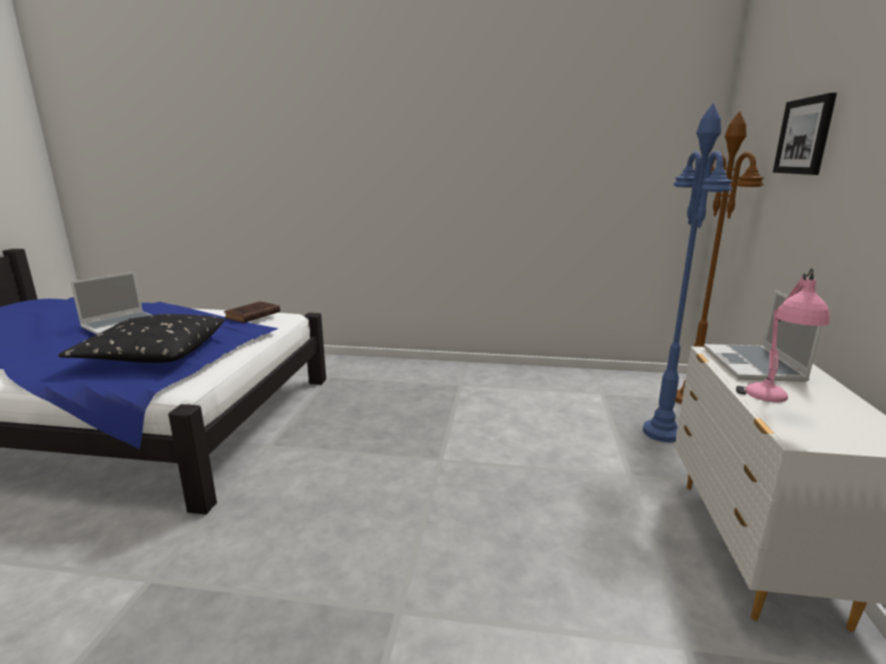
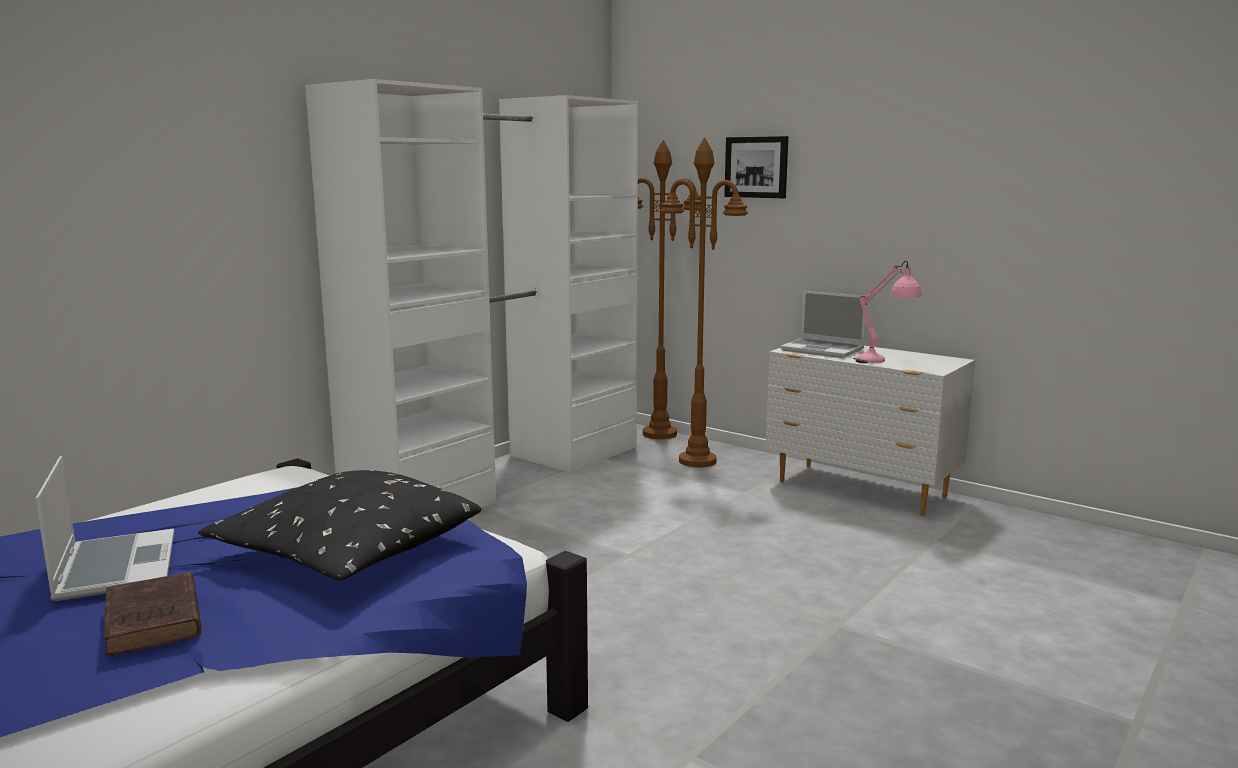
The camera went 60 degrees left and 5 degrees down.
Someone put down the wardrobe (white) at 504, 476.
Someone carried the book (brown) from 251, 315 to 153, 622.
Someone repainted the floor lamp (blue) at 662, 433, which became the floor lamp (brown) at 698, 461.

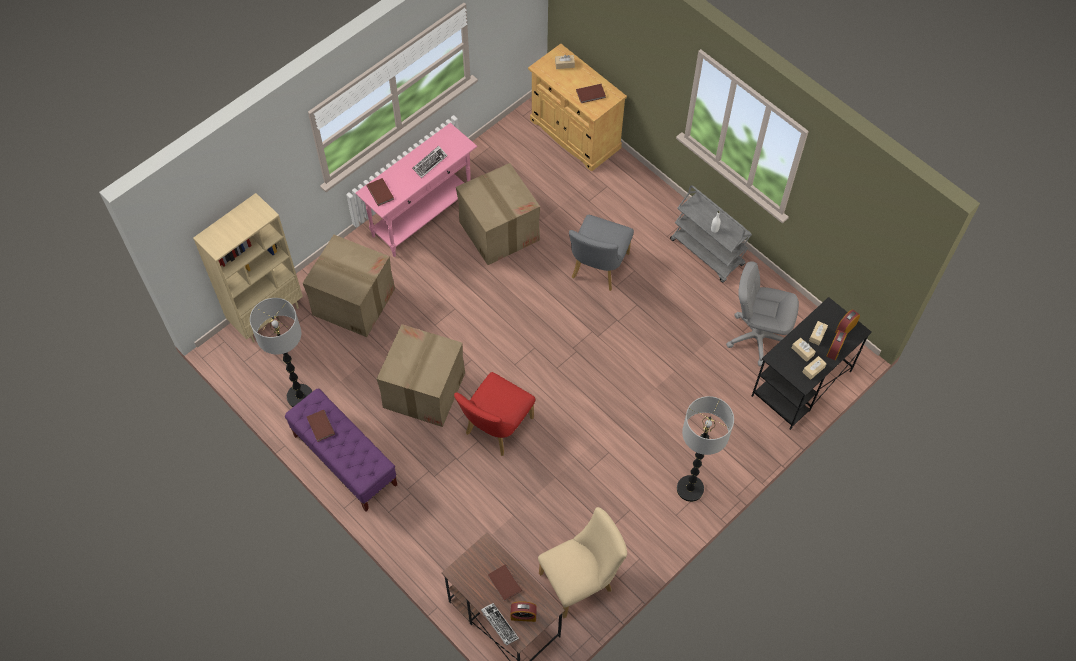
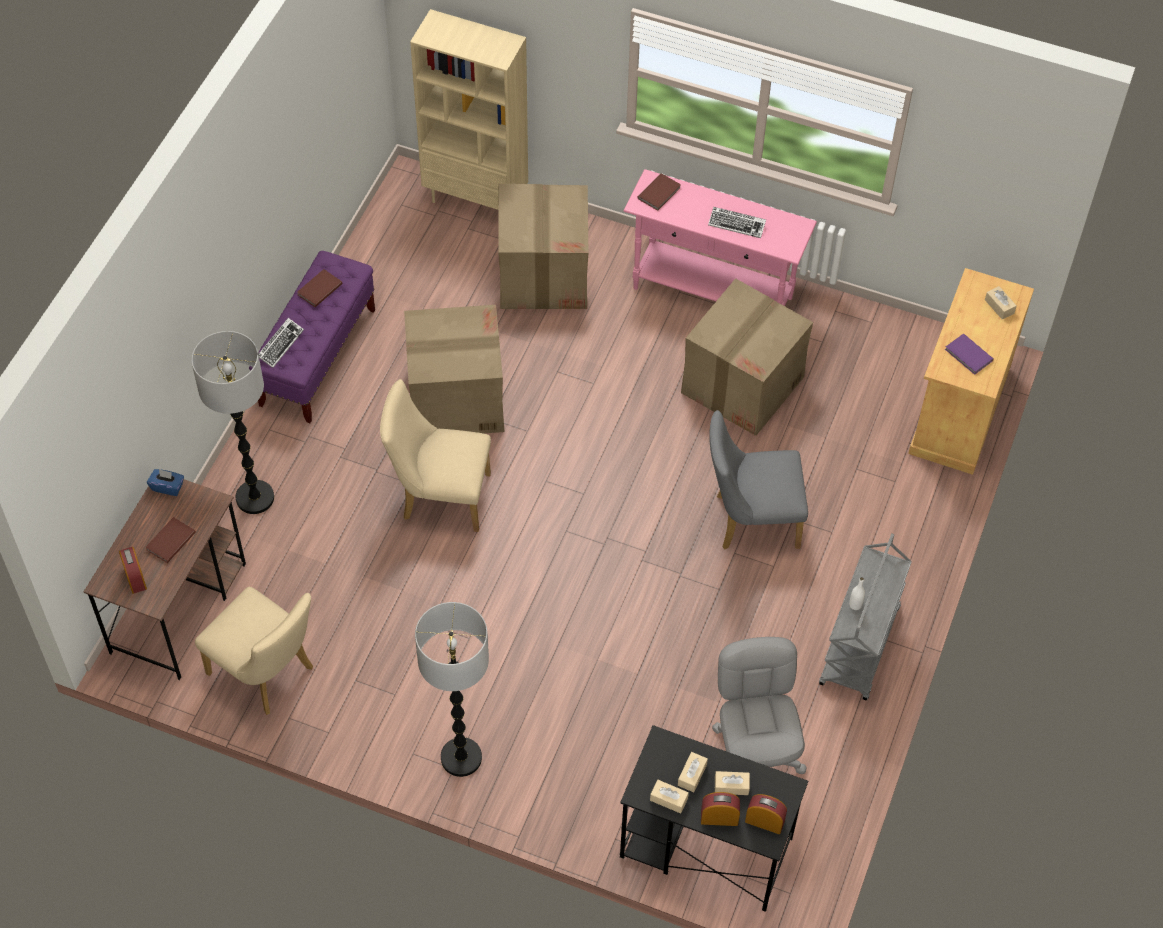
The camera went 65 degrees right and 5 degrees down.
Someone put down the tissue box (blue) at 167, 487.
Someone carried the floor lamp from 300, 396 to 255, 498.
Someone carried the keyboard from 499, 625 to 280, 345.
Someone repainted the chair (red) at 495, 429, which became the chair (beige) at 439, 496.
Someone repainted the book (brown) at 591, 94, which became the book (purple) at 968, 356.

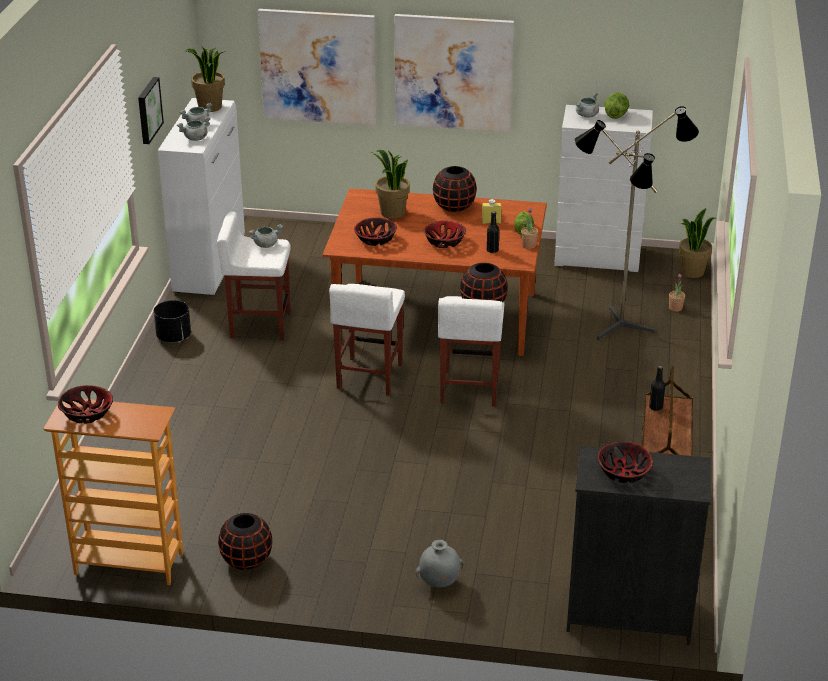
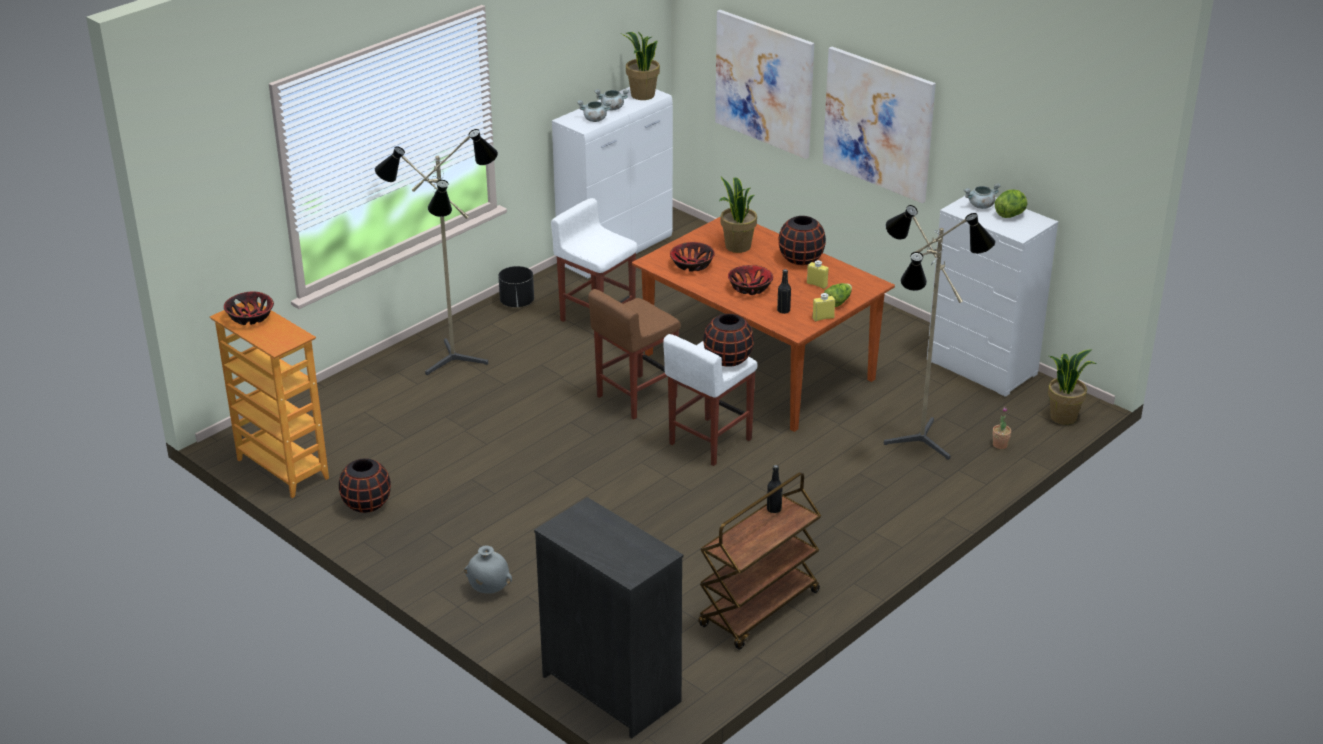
The camera went 35 degrees right and 0 degrees up.
Someone took away the picture at 148, 110.
Someone took away the cooking pot (grey) at 266, 244.
Someone took away the bowl at 624, 473.
Someone put down the floor lamp at 452, 364.
Someone swapped the potted plant at 528, 245 for the bottle (yellow) at 823, 318.
Someone repainted the stool (white) at 369, 377, which became the stool (brown) at 635, 397.

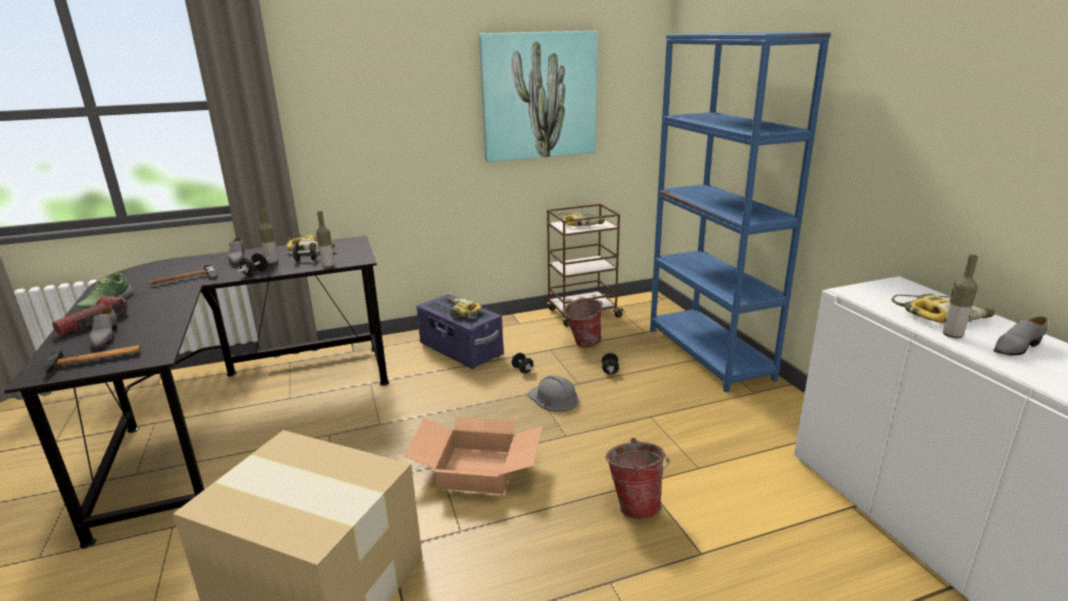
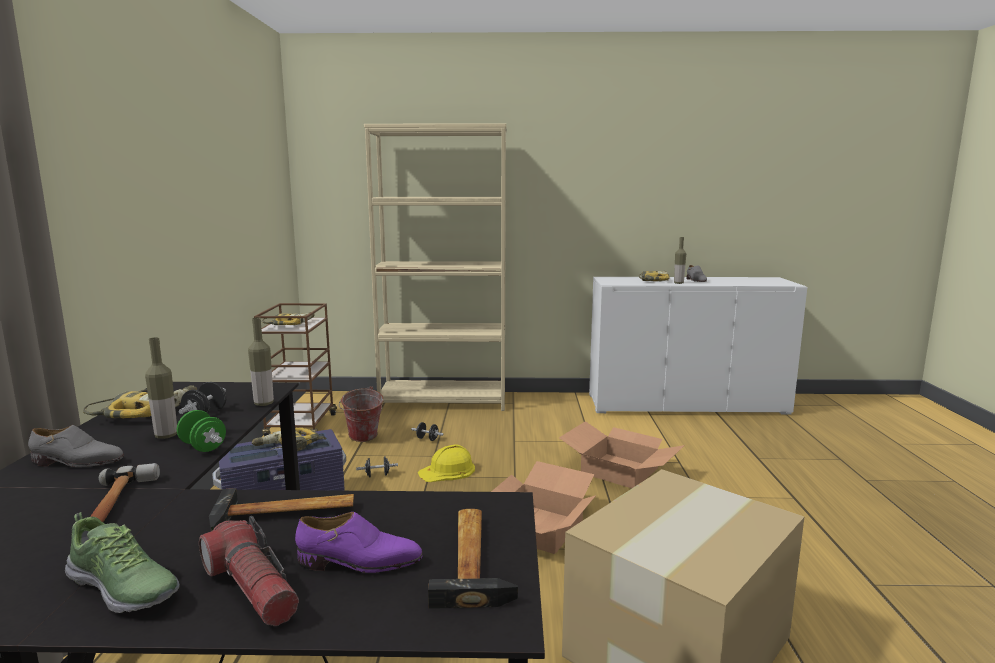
The camera went 70 degrees left and 10 degrees down.
Someone took away the picture at 539, 96.
Someone put down the hammer at 286, 515.
Someone swapped the bucket at 635, 504 for the cardboard box at 621, 470.
Someone repainted the shoe (grey) at 105, 337, which became the shoe (purple) at 359, 562.
Someone repainted the dumbbell (black) at 255, 273, which became the dumbbell (green) at 203, 447.
Someone repainted the hard hat (grey) at 553, 398, which became the hard hat (yellow) at 448, 471.
Someone repainted the bookcase (blue) at 709, 353, which became the bookcase (beige) at 444, 401.

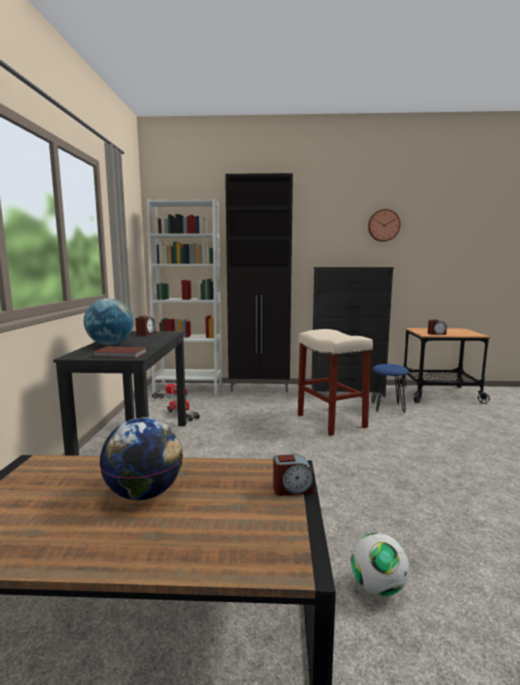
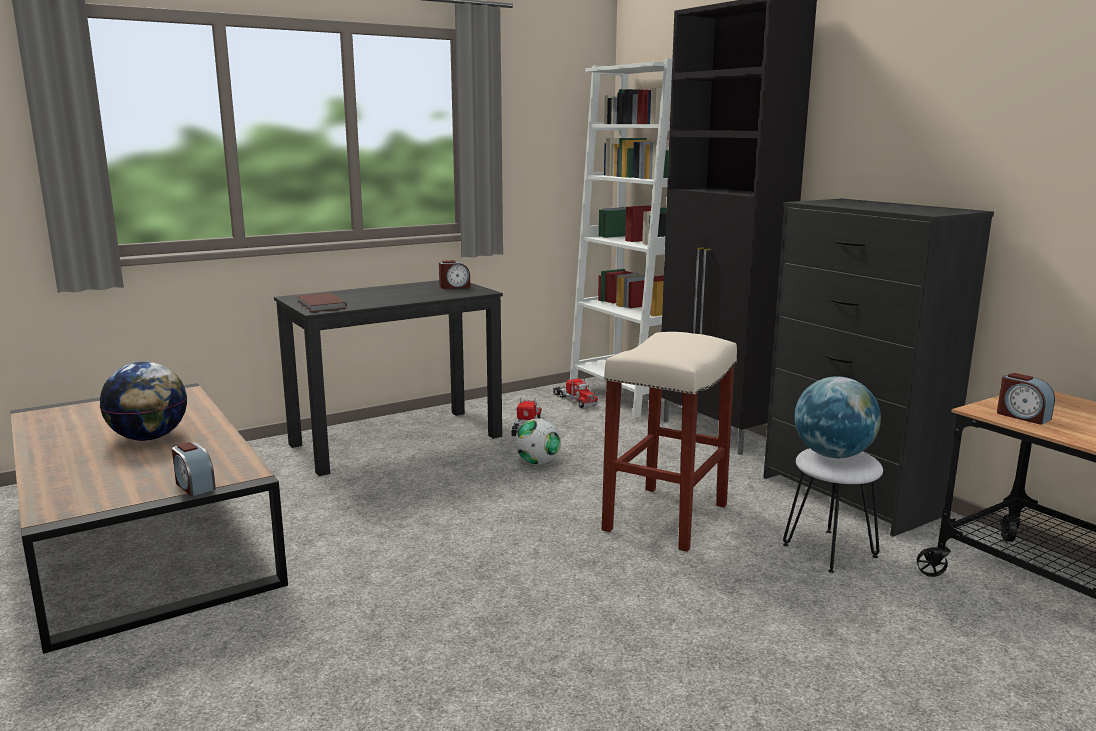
The camera went 55 degrees right and 5 degrees up.
Someone took away the wall clock at 383, 225.
Someone carried the globe from 110, 344 to 833, 455.
Someone carried the football from 378, 587 to 538, 462.
Someone repainted the stool (blue) at 387, 407, which became the stool (white) at 829, 550.

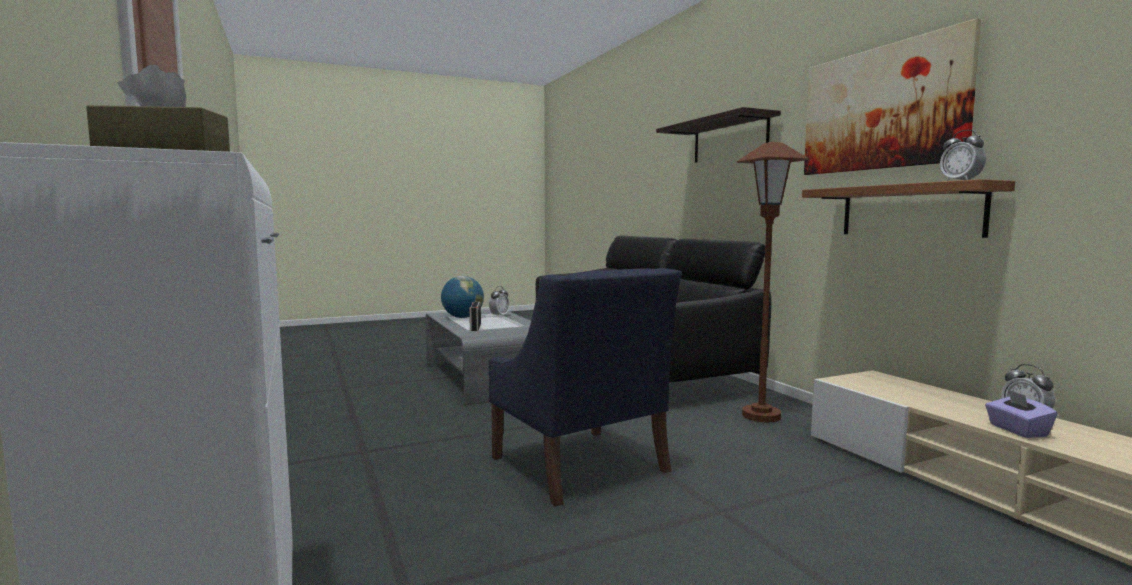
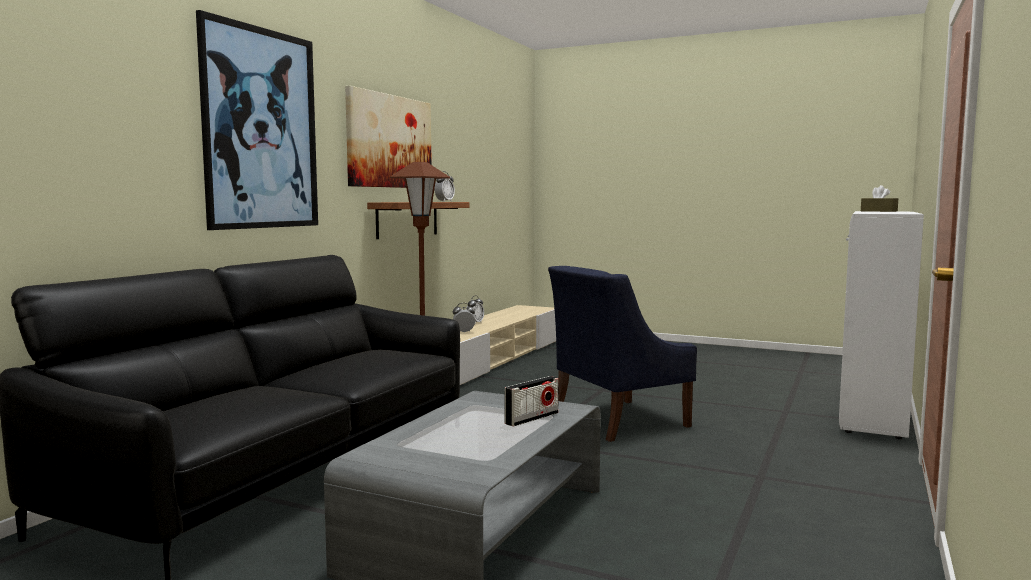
The camera went 130 degrees left and 0 degrees up.
Someone took away the globe at 462, 317.
Someone took away the tissue box (purple) at 1017, 430.
Someone carried the alarm clock from 499, 316 to 464, 332.
Someone swapped the shelf at 729, 140 for the picture at 261, 129.
Someone rotated the armchair (blue) at 580, 465 by 135 degrees counterclockwise.

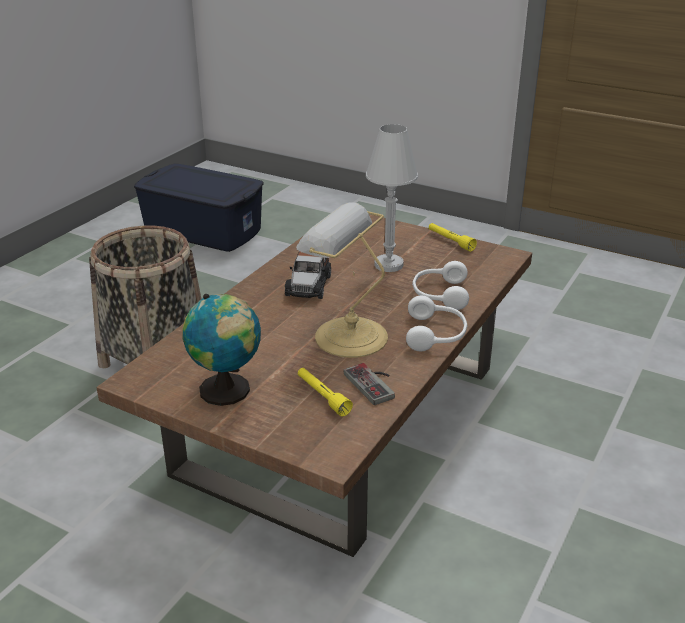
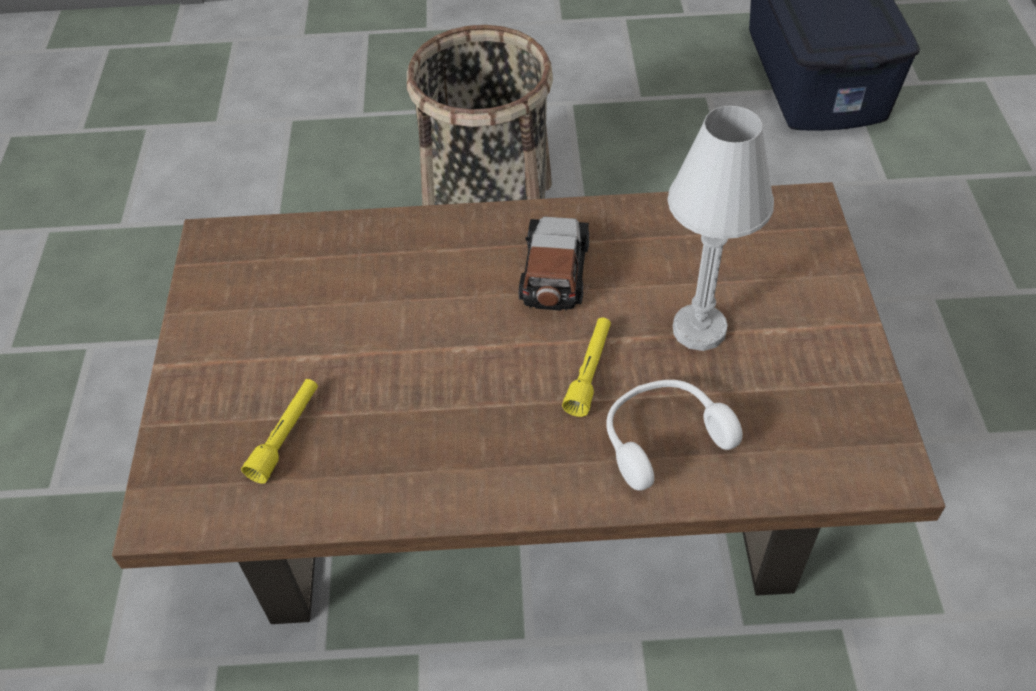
The camera went 60 degrees right and 20 degrees up.
Someone took away the globe at 228, 391.
Someone took away the table lamp at 347, 336.
Someone took away the game controller at 375, 383.
Someone took away the headphones (white) at 436, 334.
Someone carried the flashlight (yellow) from 450, 241 to 589, 372.
Someone rotated the toy car at 308, 285 by 120 degrees clockwise.

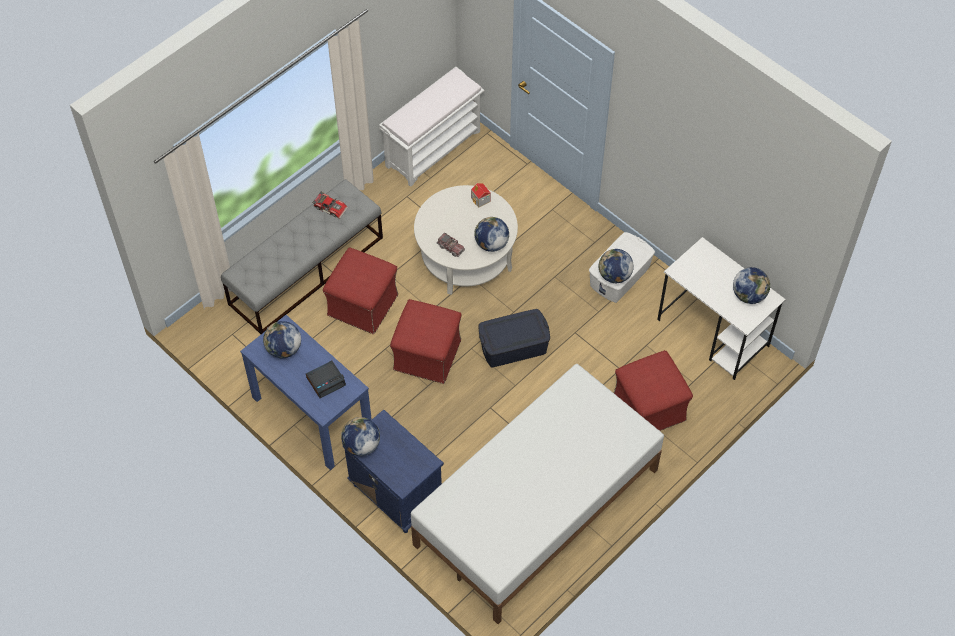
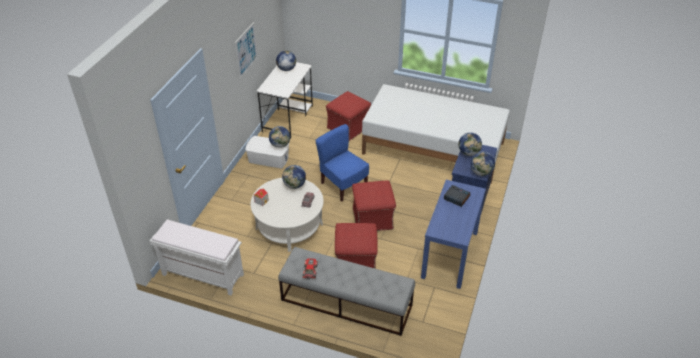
The camera went 115 degrees left and 15 degrees down.
Someone put up the picture at 246, 50.
Someone carried the globe from 284, 349 to 469, 153.
Someone swapped the storage box (blue) at 514, 347 for the chair (blue) at 343, 185.

